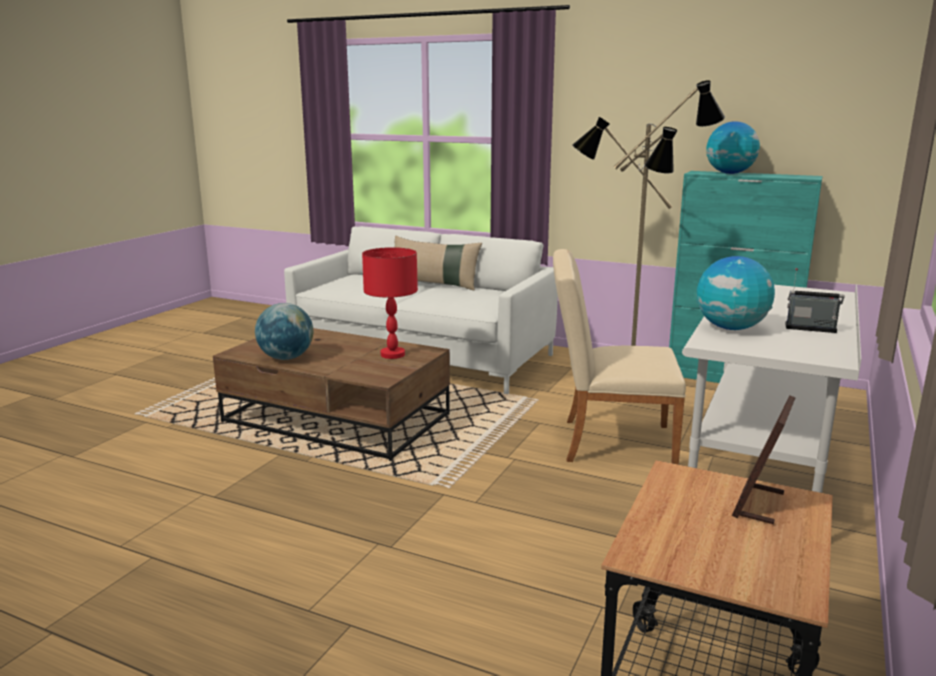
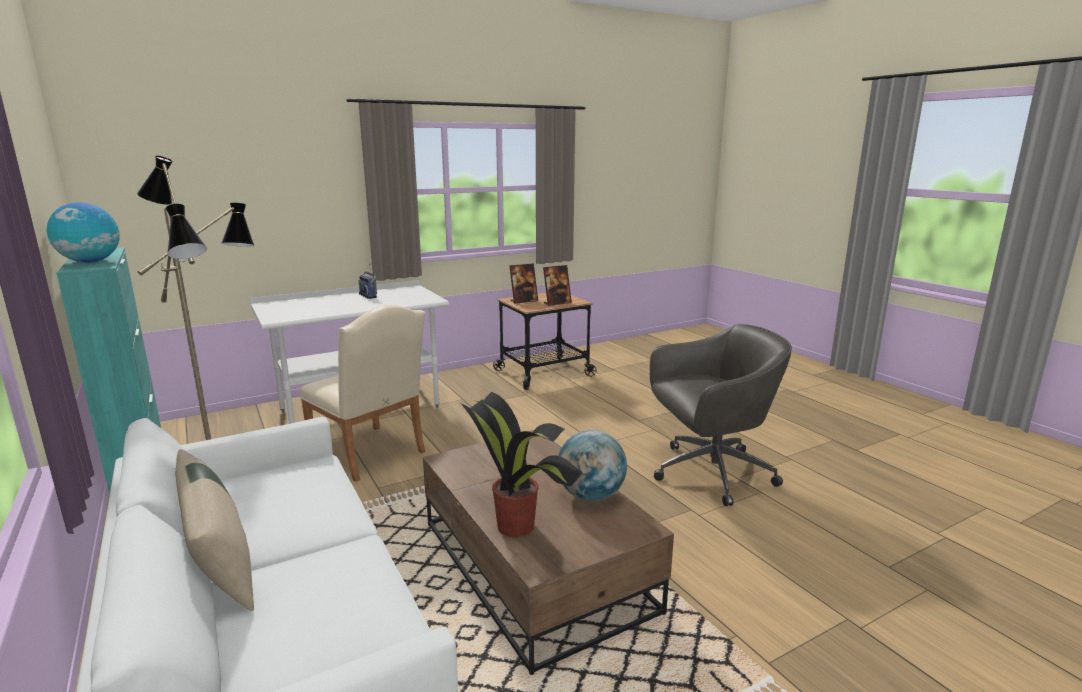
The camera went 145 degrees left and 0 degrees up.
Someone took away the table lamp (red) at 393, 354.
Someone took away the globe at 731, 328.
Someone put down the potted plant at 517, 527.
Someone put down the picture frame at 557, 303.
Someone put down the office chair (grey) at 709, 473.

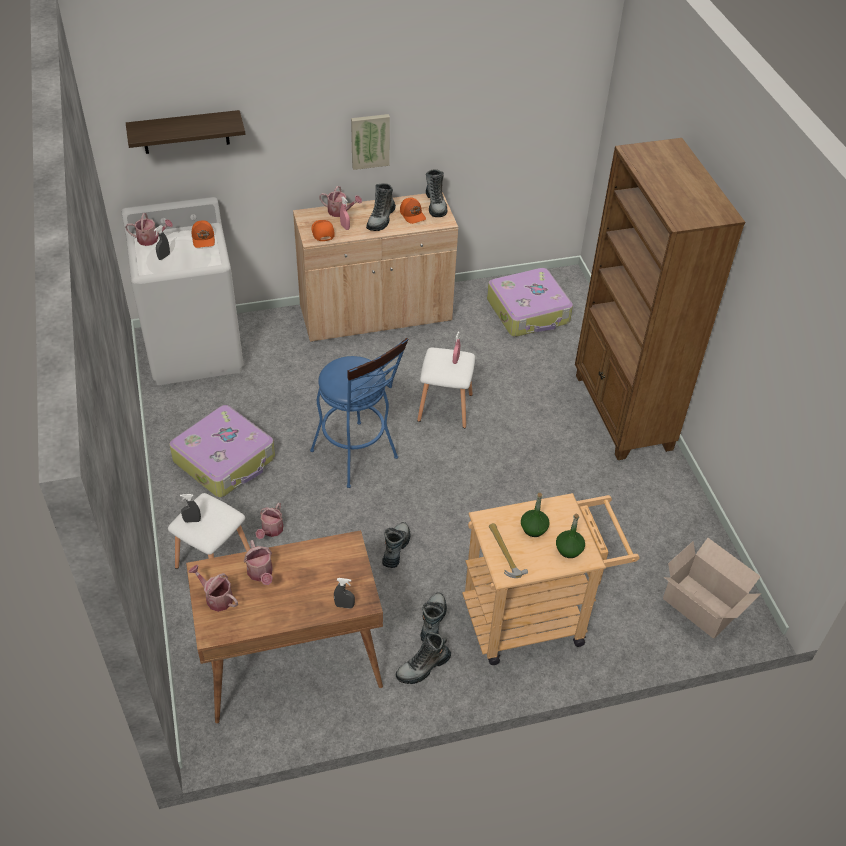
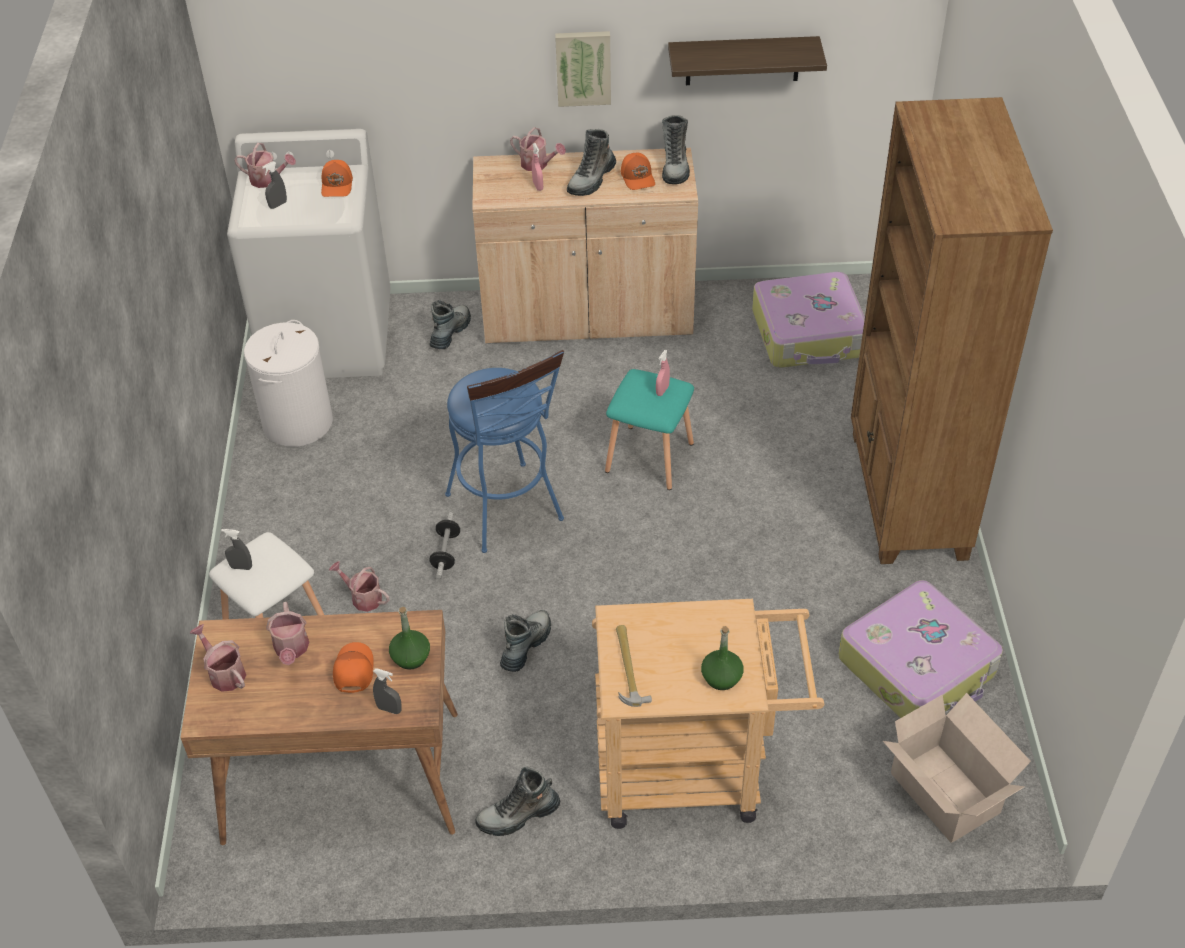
The camera went 15 degrees right and 0 degrees up.
Someone put down the laundry basket (white) at 298, 422.
Someone put down the dumbbell at 446, 552.
Someone carried the shelf from 185, 132 to 742, 60.
Someone carried the suitcase from 225, 460 to 918, 667.
Someone carried the cap (orange) from 322, 233 to 353, 671.
Someone carried the boot from 432, 621 to 450, 332.
Someone carried the bottle (green) from 533, 529 to 410, 657.
Someone repainted the stool (white) at 446, 407, which became the stool (turquoise) at 651, 457.
Someone rotated the watering can at 271, 531 by 90 degrees clockwise.

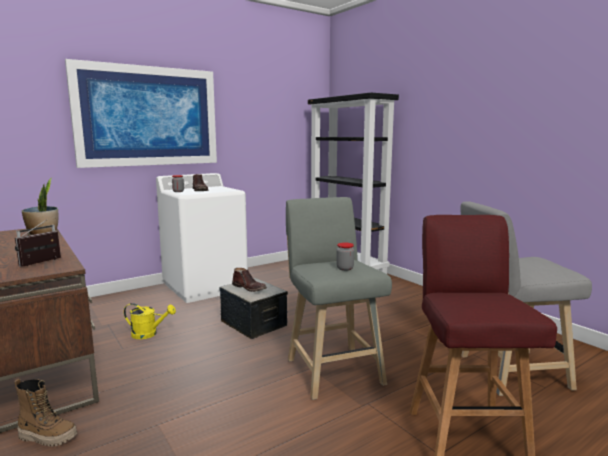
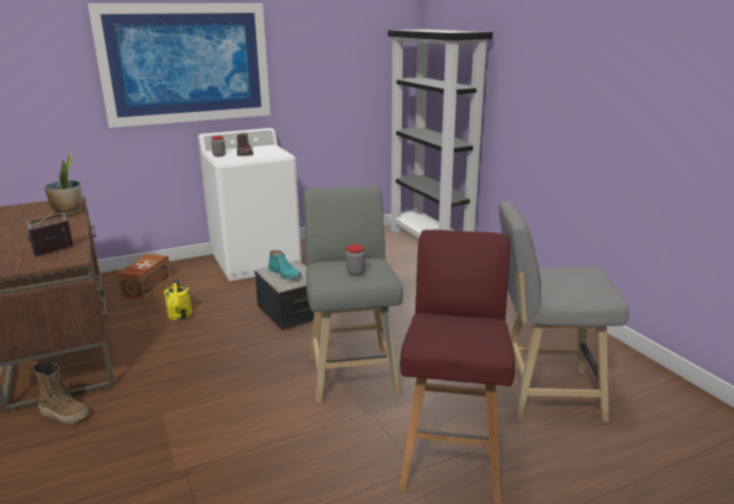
The camera went 10 degrees right and 10 degrees up.
Someone put down the storage box (brown) at 146, 287.
Someone repainted the boot (brown) at 249, 288, which became the boot (turquoise) at 285, 274.
Someone rotated the watering can (yellow) at 149, 334 by 60 degrees clockwise.

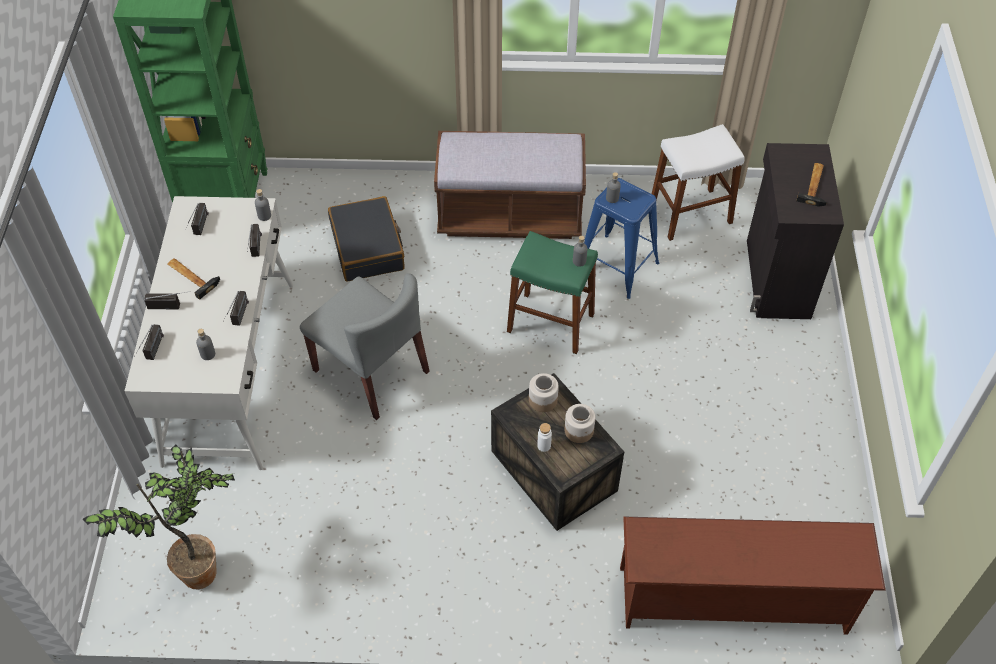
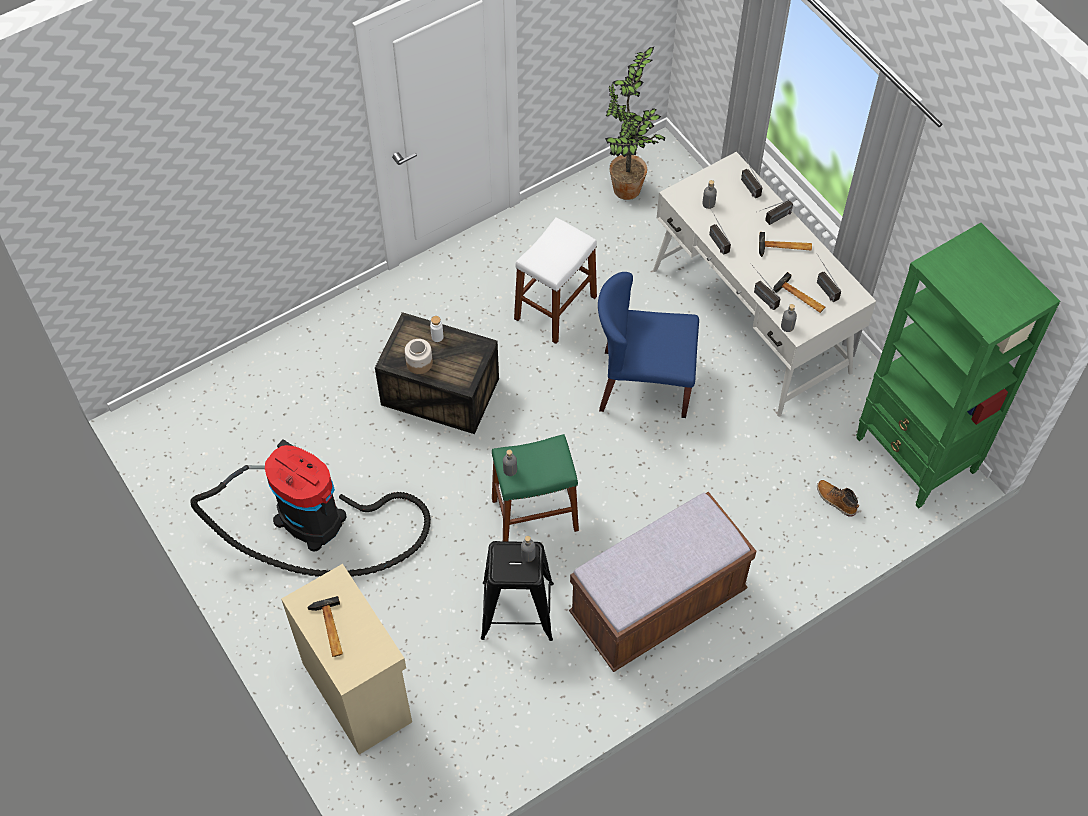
The camera went 145 degrees right and 5 degrees up.
Someone took away the suitcase (black) at 368, 248.
Someone took away the jar at 542, 400.
Someone took away the shoe rack (brown) at 732, 602.
Someone put down the vacuum cleaner at 318, 522.
Someone put down the hammer at 799, 298.
Someone put down the boot at 835, 500.
Someone carried the stool (white) from 690, 214 to 555, 308.
Someone repainted the chair (grey) at 371, 371, which became the chair (blue) at 643, 384.
Someone repainted the stool (blue) at 617, 266, which became the stool (black) at 517, 611.
Someone repainted the cabinet (black) at 776, 279, which became the cabinet (beige) at 358, 691.

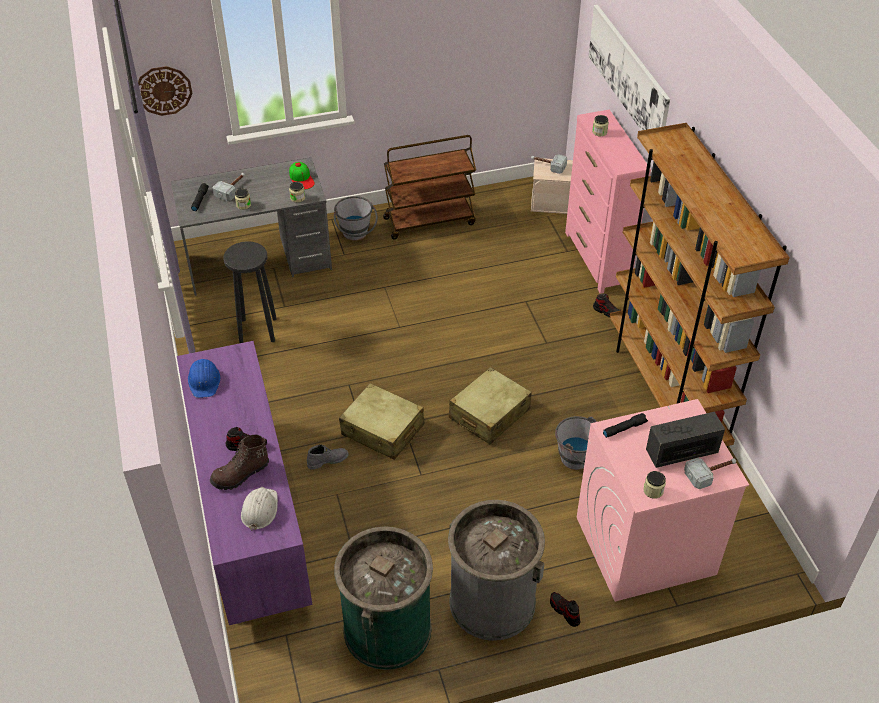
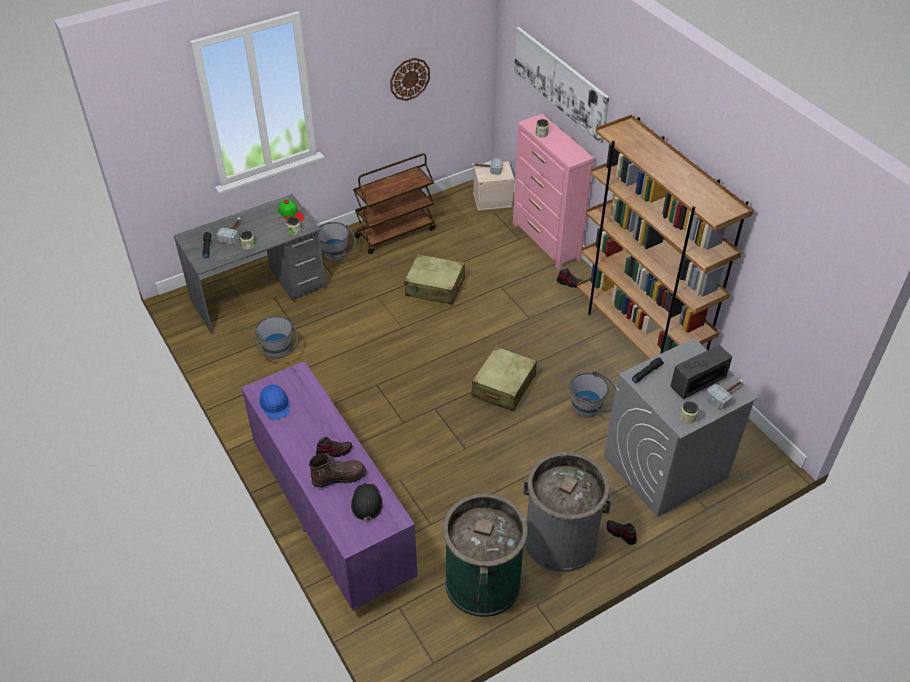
The camera went 15 degrees left and 0 degrees up.
Someone took away the boot (grey) at 327, 460.
Someone carried the wall clock from 163, 90 to 409, 79.
Someone carried the suitcase (beige) from 383, 430 to 435, 287.
Someone swapped the stool (black) at 257, 330 for the bucket (grey) at 279, 353.
Someone repainted the hard hat (white) at 259, 510, which became the hard hat (black) at 366, 503.
Someone repainted the washing machine (pink) at 644, 546, which became the washing machine (grey) at 665, 467.
Someone rotated the boot (brown) at 241, 475 by 150 degrees counterclockwise.

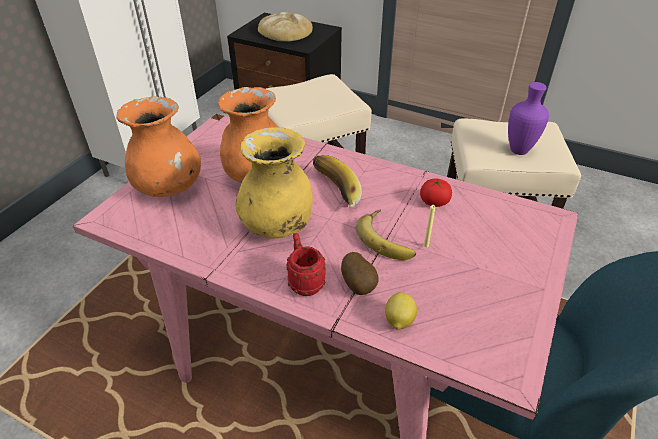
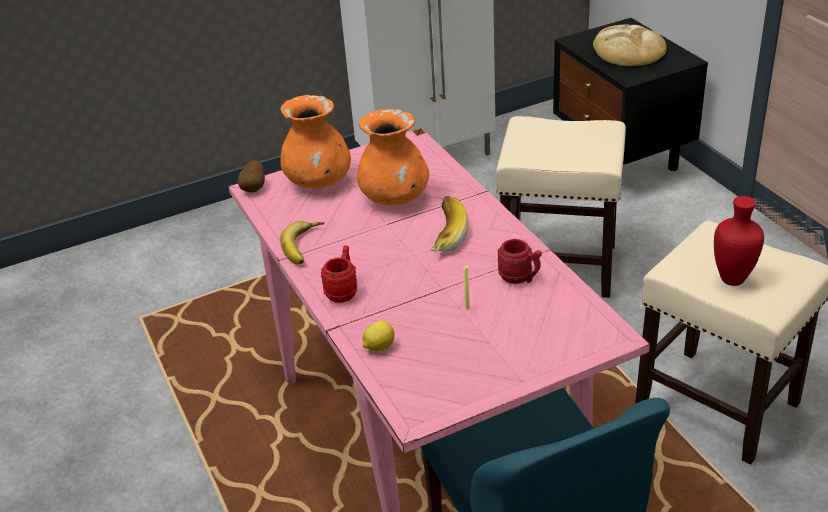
The camera went 40 degrees right and 5 degrees down.
Someone took away the vase (yellow) at 278, 225.
Someone carried the potato from 359, 285 to 254, 188.
Someone carried the banana from 388, 238 to 306, 246.
Someone swapped the tomato at 434, 202 for the mug (red) at 520, 278.
Someone repainted the vase (purple) at 520, 151, which became the vase (red) at 733, 280.

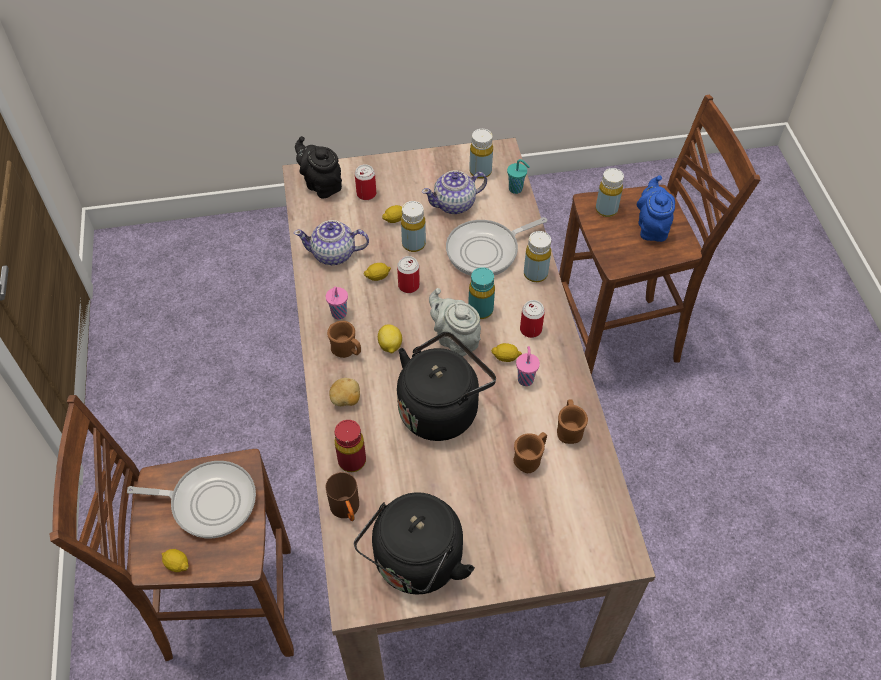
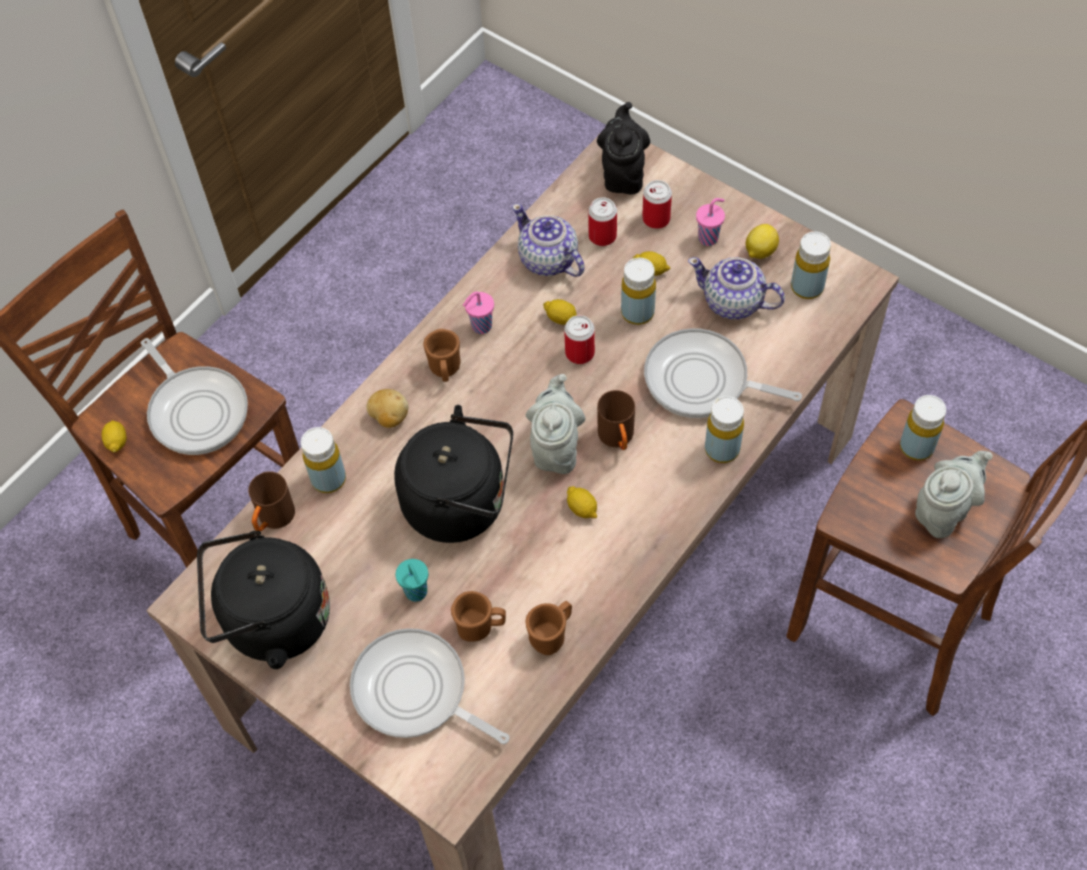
The camera went 50 degrees right and 5 degrees up.
Someone put down the frying pan at 416, 692.
Someone carried the lemon from 390, 346 to 759, 251.
Someone carried the cup (turquoise) from 516, 189 to 417, 593.
Someone carried the cup (pink) from 525, 378 to 709, 238.
Someone carried the can from 530, 329 to 602, 236.
Someone swapped the bottle (turquoise) at 480, 310 for the mug (brown) at 618, 439.
Someone repainted the bottle (red) at 352, 461, which became the bottle (yellow) at 328, 479.
Someone repainted the teapot (blue) at 651, 227, which became the teapot (grey) at 944, 511.

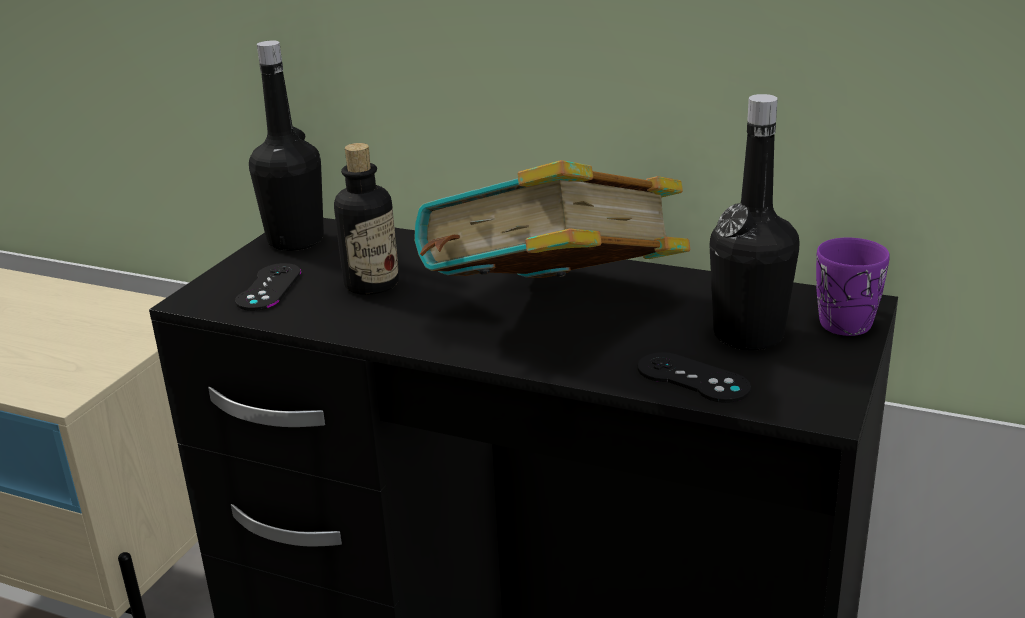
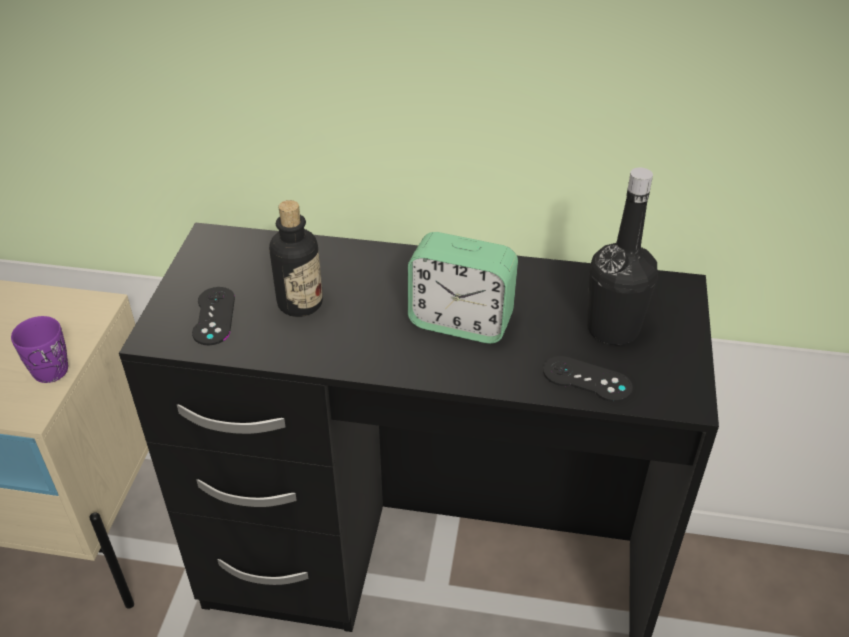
The camera went 15 degrees left and 15 degrees up.
Someone took away the bottle (black) at 295, 240.
Someone carried the mug (purple) from 841, 319 to 50, 366.
Someone swapped the book at 554, 314 for the alarm clock at 460, 322.

